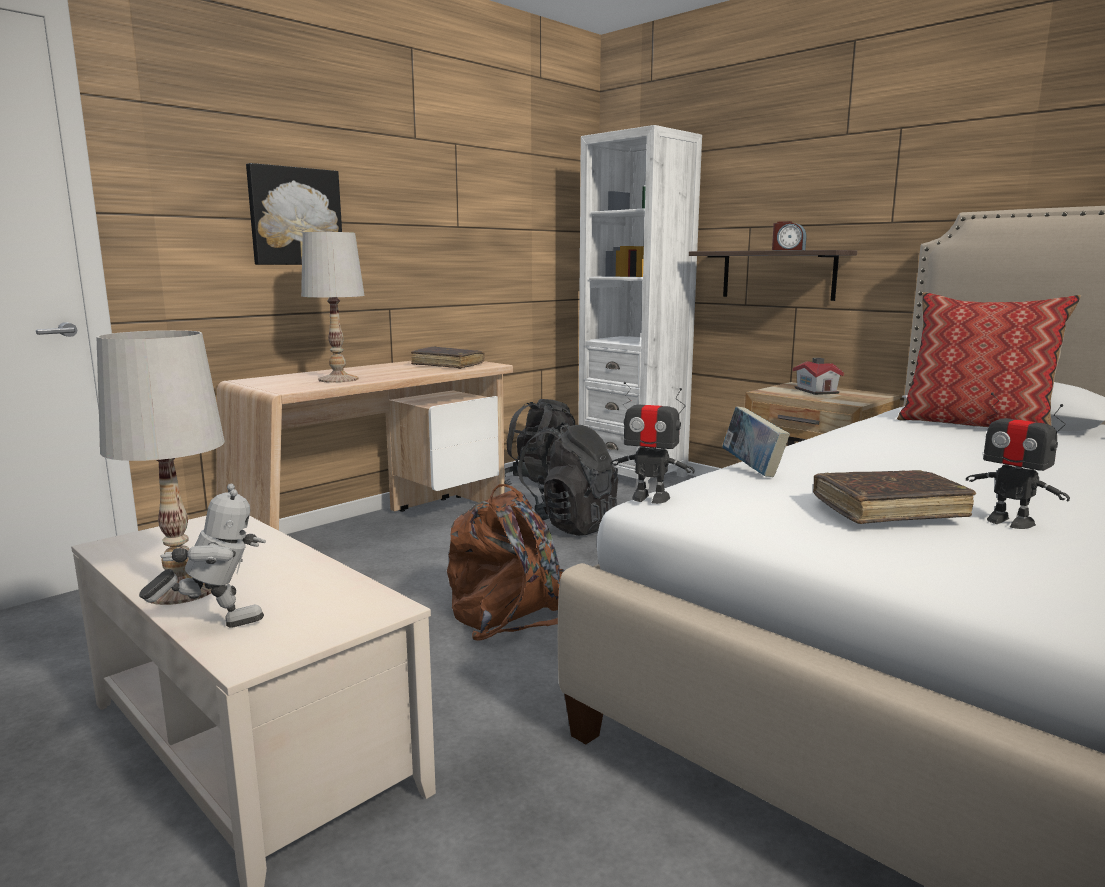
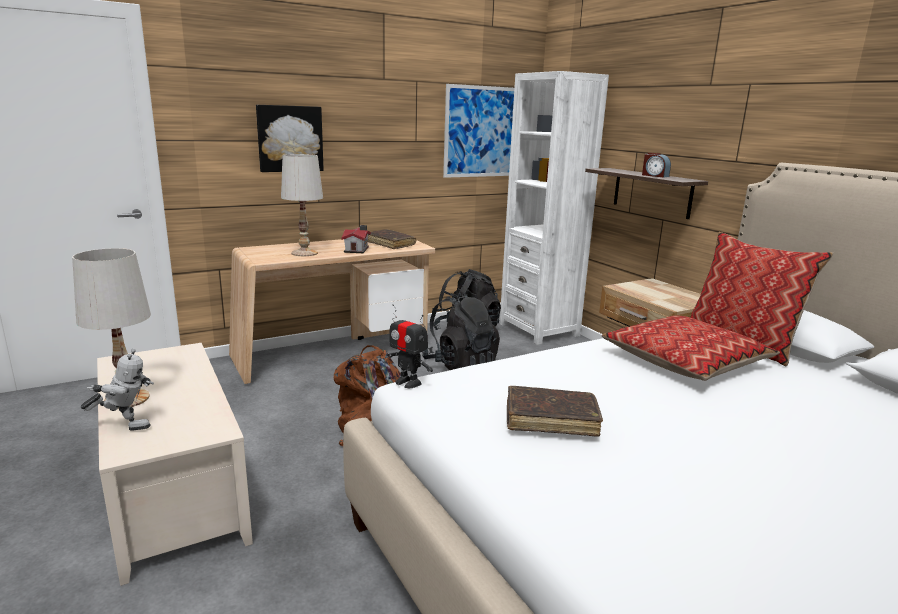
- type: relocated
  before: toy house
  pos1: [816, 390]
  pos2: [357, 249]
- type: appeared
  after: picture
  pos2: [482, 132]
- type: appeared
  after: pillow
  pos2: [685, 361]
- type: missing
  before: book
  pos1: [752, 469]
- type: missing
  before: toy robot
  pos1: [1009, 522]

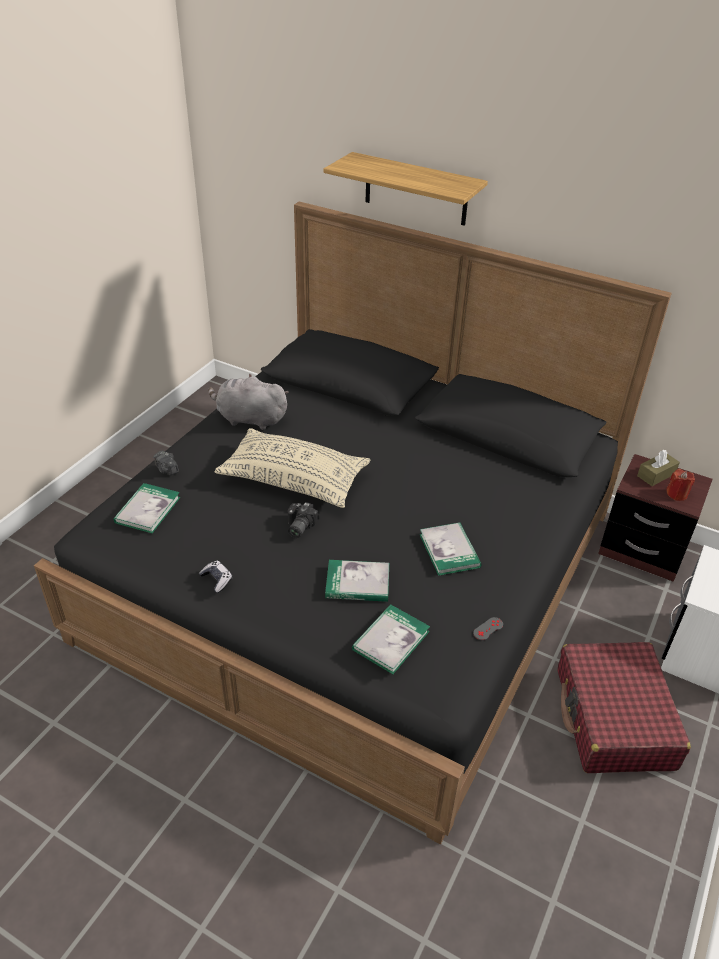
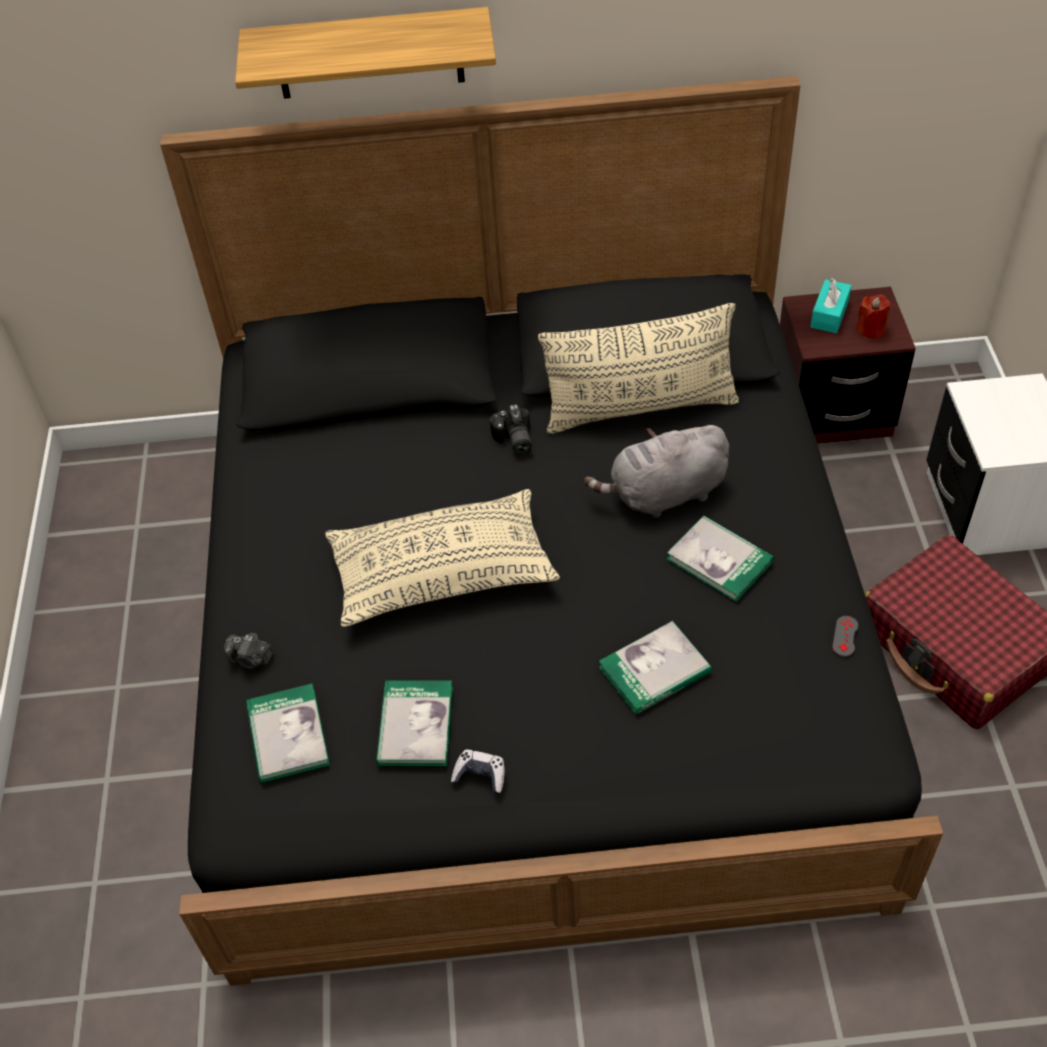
- type: relocated
  before: book
  pos1: [391, 640]
  pos2: [415, 725]
- type: relocated
  before: photo camera
  pos1: [298, 527]
  pos2: [513, 440]
- type: appeared
  after: pillow in beige
  pos2: [640, 408]
- type: relocated
  before: plush toy in grey
  pos1: [249, 419]
  pos2: [663, 494]
- type: colour
  before: tissue box in brown
  after: tissue box in turquoise
  pos1: [656, 475]
  pos2: [829, 314]

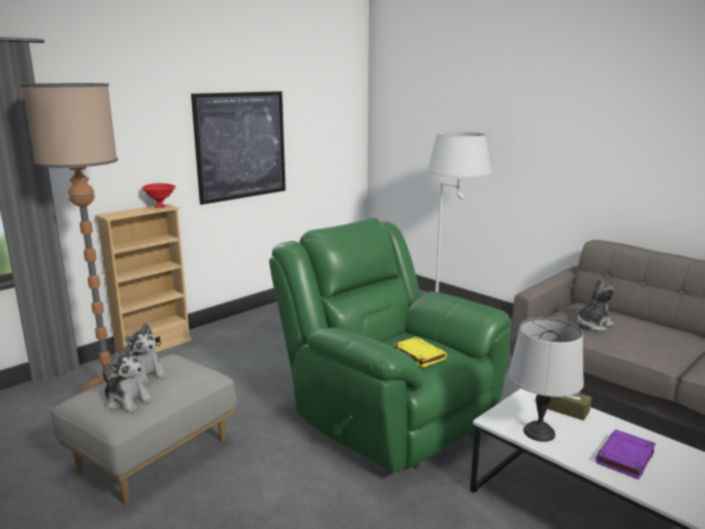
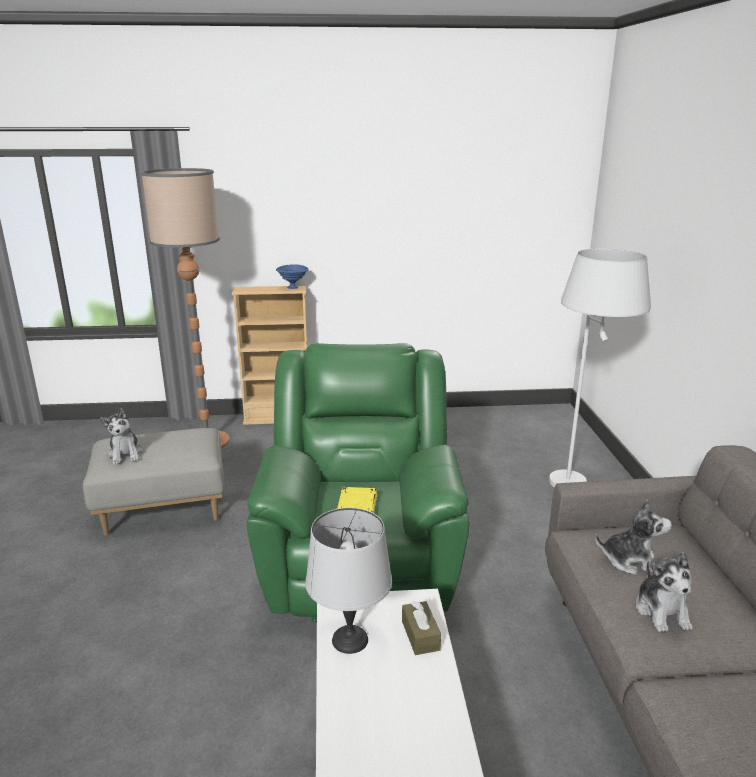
- type: colour
  before: bowl in red
  after: bowl in blue
  pos1: [161, 206]
  pos2: [293, 288]
- type: relocated
  before: plush toy
  pos1: [145, 374]
  pos2: [662, 612]
- type: missing
  before: picture
  pos1: [241, 146]
- type: missing
  before: book in purple
  pos1: [625, 458]

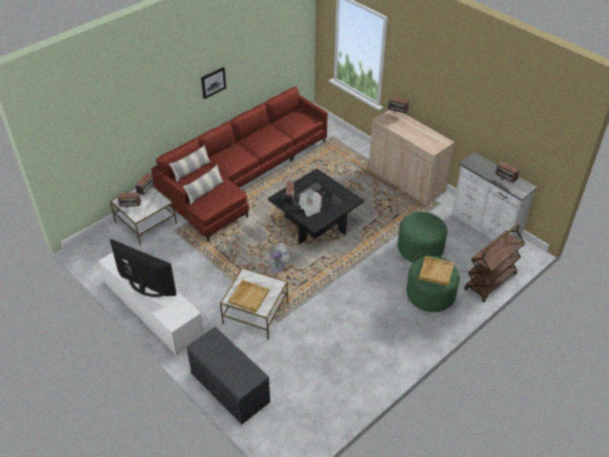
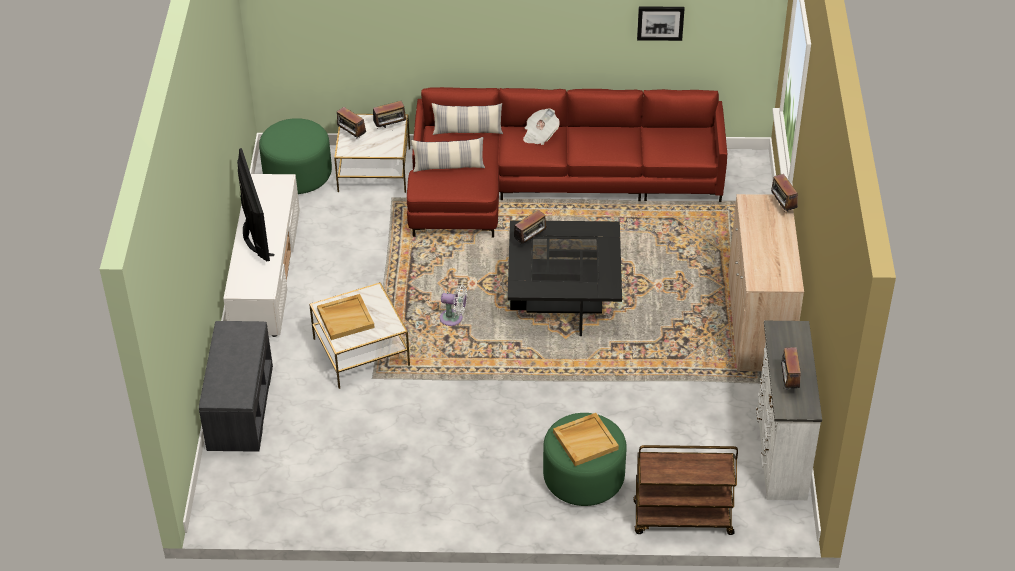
- type: relocated
  before: ottoman in green
  pos1: [420, 249]
  pos2: [297, 174]
- type: relocated
  before: newspaper
  pos1: [310, 208]
  pos2: [540, 135]
- type: relocated
  before: picture
  pos1: [213, 82]
  pos2: [660, 22]

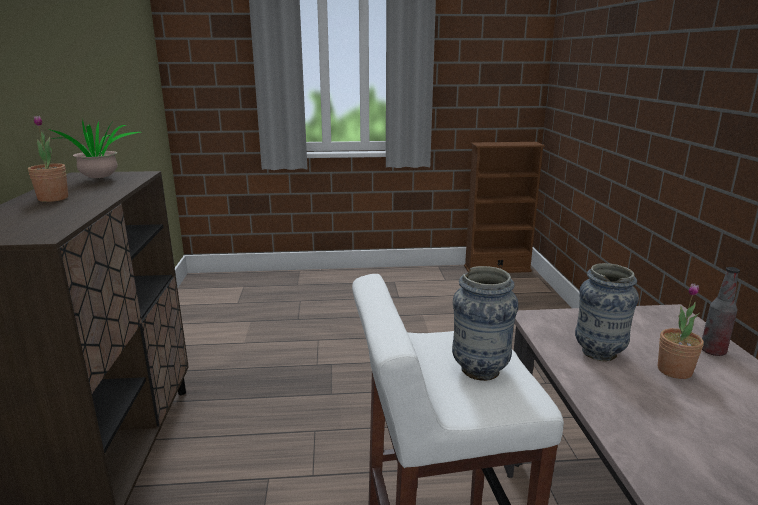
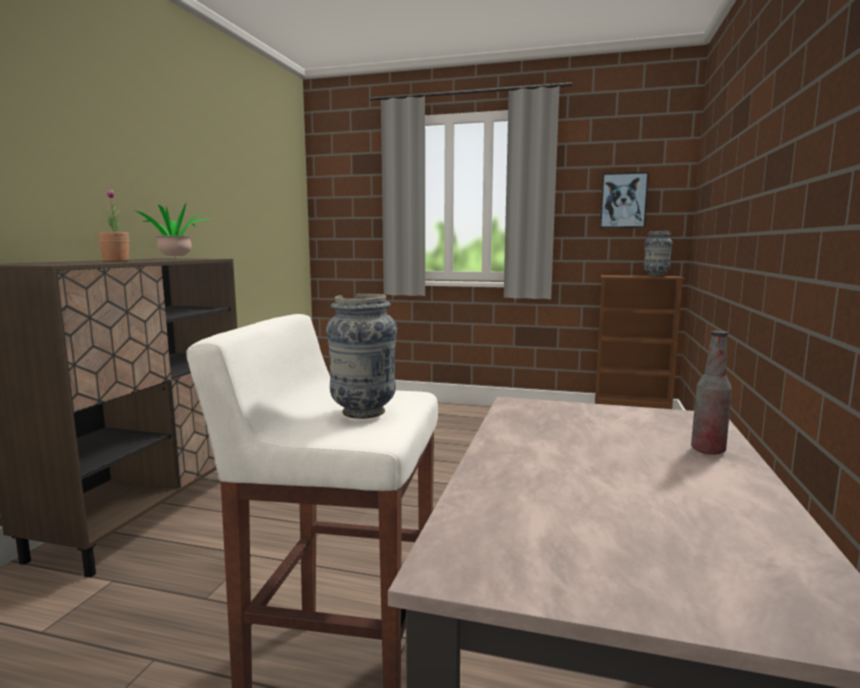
- type: appeared
  after: picture
  pos2: [623, 200]
- type: relocated
  before: vase
  pos1: [599, 353]
  pos2: [656, 276]
- type: missing
  before: potted plant
  pos1: [674, 370]

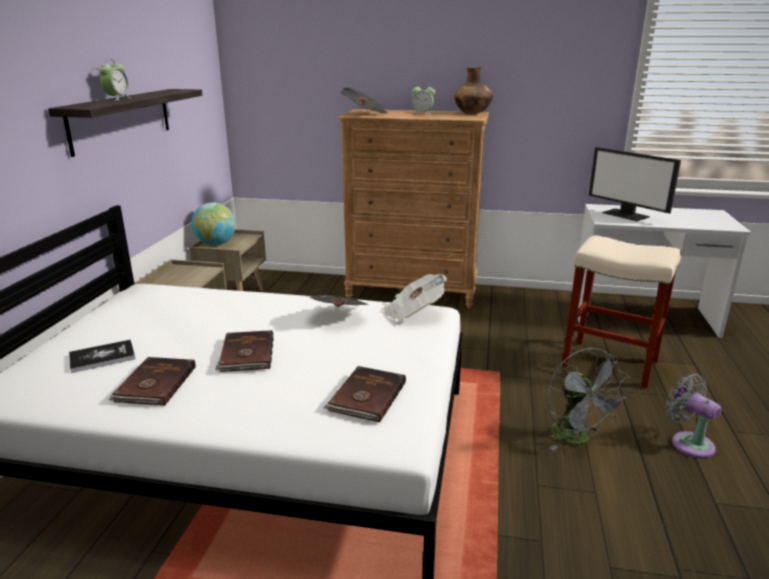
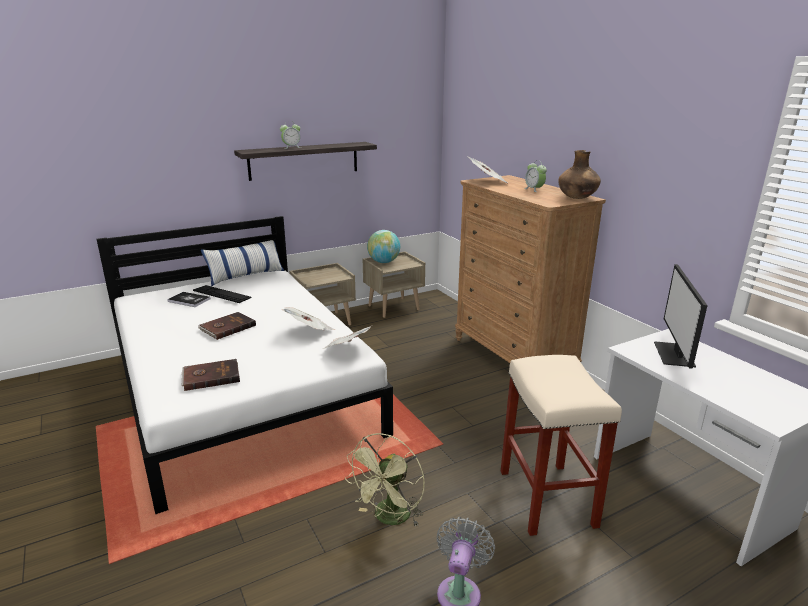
- type: appeared
  after: keyboard
  pos2: [222, 294]
- type: appeared
  after: pillow
  pos2: [245, 276]
- type: colour
  before: fan in grey
  after: fan in green
  pos1: [577, 439]
  pos2: [389, 519]
- type: missing
  before: book in brown
  pos1: [154, 384]

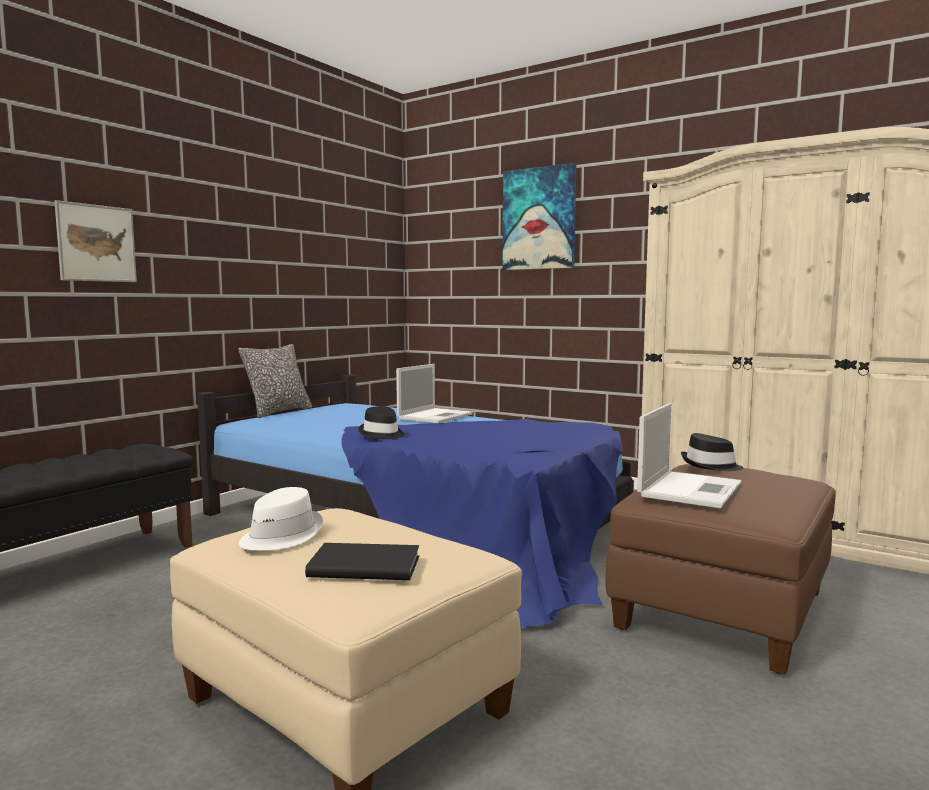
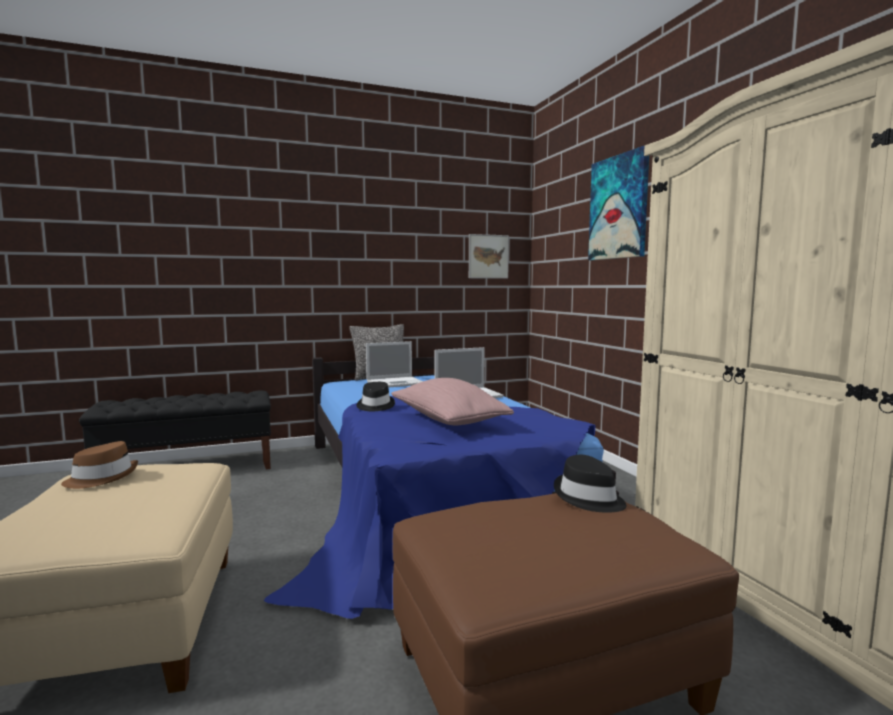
- type: colour
  before: hat in white
  after: hat in brown
  pos1: [280, 535]
  pos2: [102, 478]
- type: relocated
  before: laptop
  pos1: [690, 489]
  pos2: [396, 383]
- type: appeared
  after: pillow in pink
  pos2: [447, 421]
- type: relocated
  before: picture
  pos1: [96, 243]
  pos2: [488, 256]
- type: missing
  before: book in black
  pos1: [364, 565]

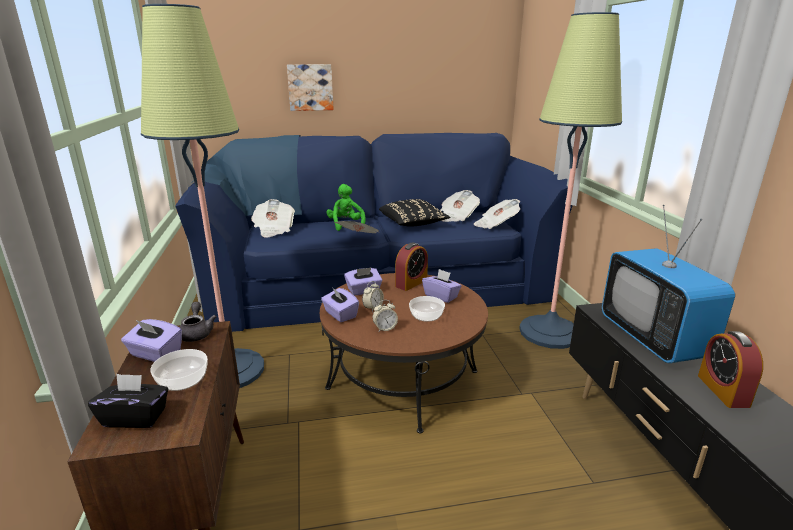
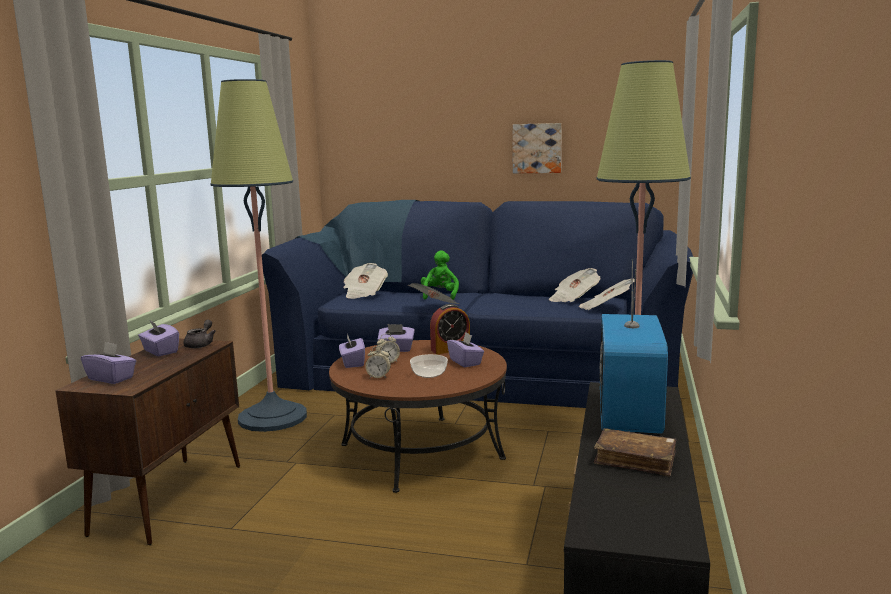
- type: colour
  before: tissue box in black
  after: tissue box in purple
  pos1: [135, 417]
  pos2: [111, 378]
- type: relocated
  before: picture
  pos1: [310, 87]
  pos2: [537, 148]
- type: exchanged
  before: alarm clock
  after: book in brown
  pos1: [723, 390]
  pos2: [635, 460]
- type: missing
  before: bowl
  pos1: [183, 380]
- type: missing
  before: pillow in black
  pos1: [413, 224]

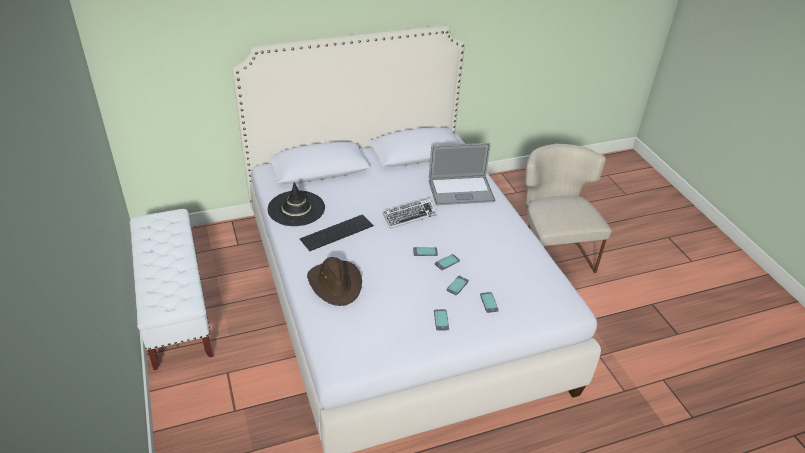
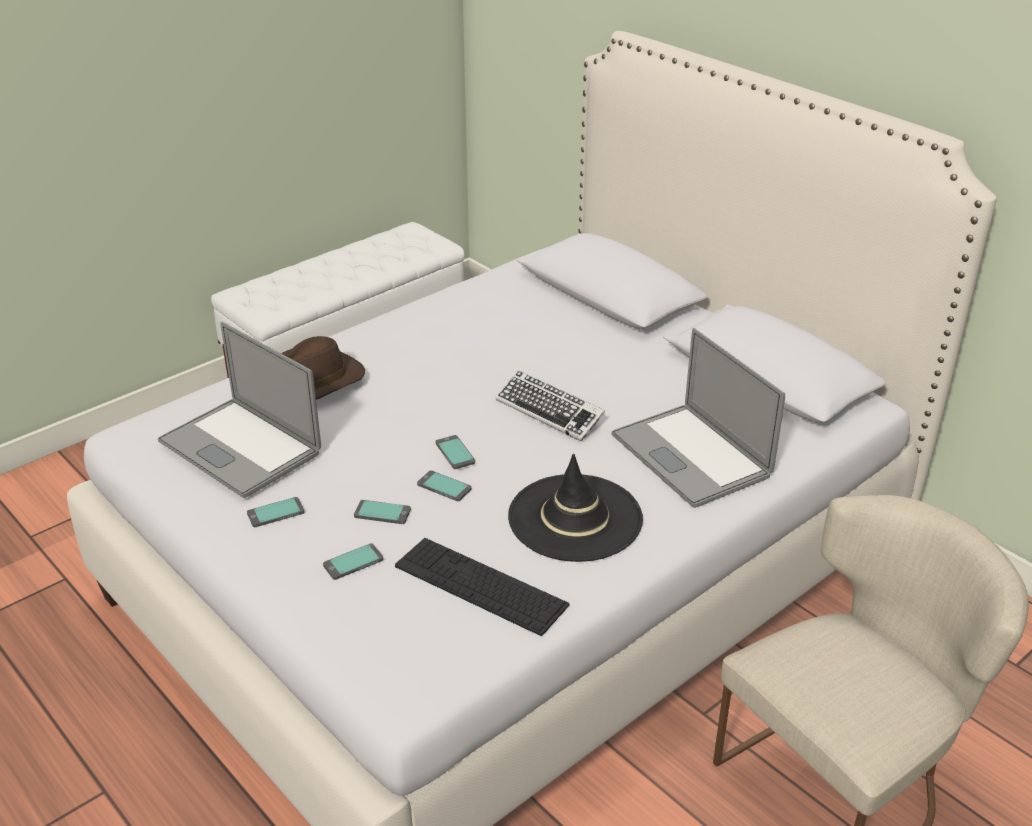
- type: appeared
  after: laptop
  pos2: [240, 447]
- type: relocated
  before: keyboard
  pos1: [337, 232]
  pos2: [480, 585]
- type: relocated
  before: hat in black
  pos1: [296, 208]
  pos2: [575, 518]

